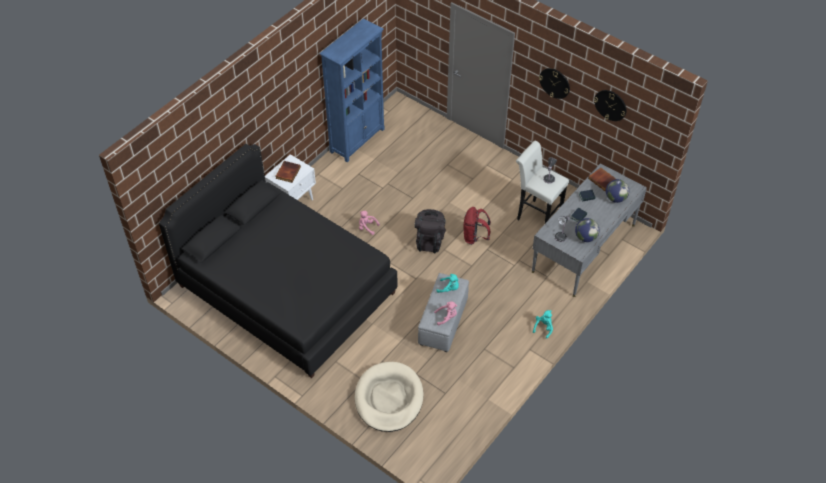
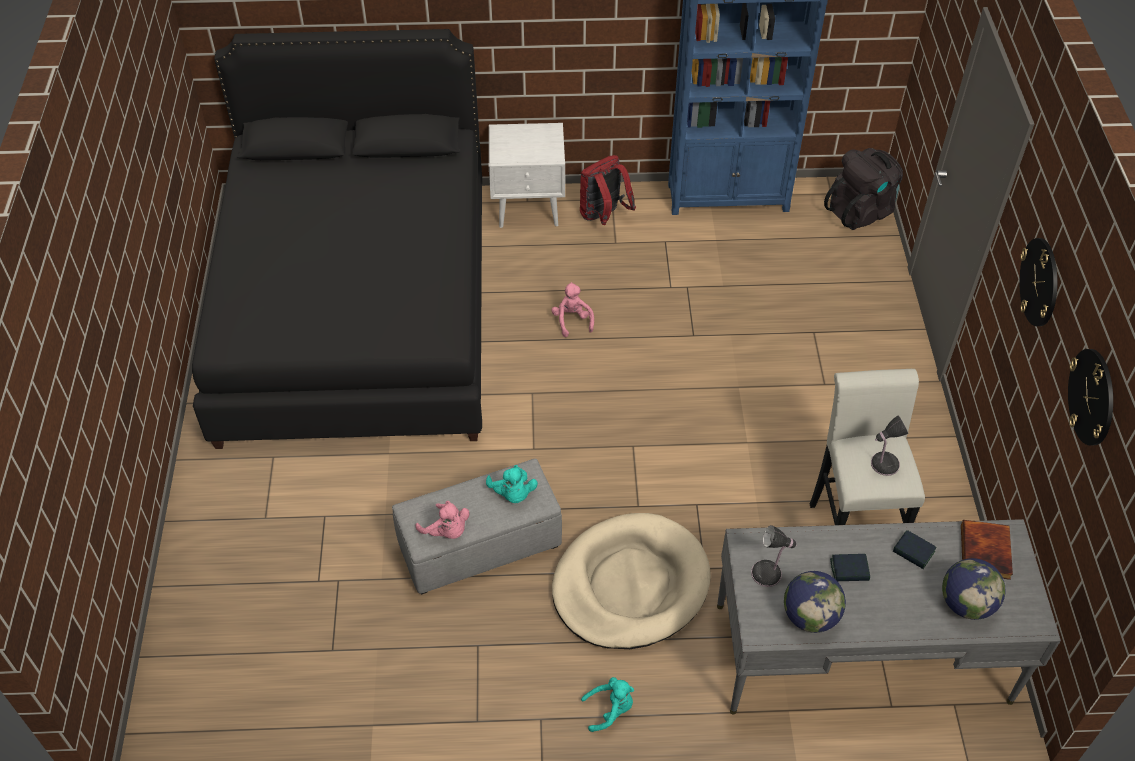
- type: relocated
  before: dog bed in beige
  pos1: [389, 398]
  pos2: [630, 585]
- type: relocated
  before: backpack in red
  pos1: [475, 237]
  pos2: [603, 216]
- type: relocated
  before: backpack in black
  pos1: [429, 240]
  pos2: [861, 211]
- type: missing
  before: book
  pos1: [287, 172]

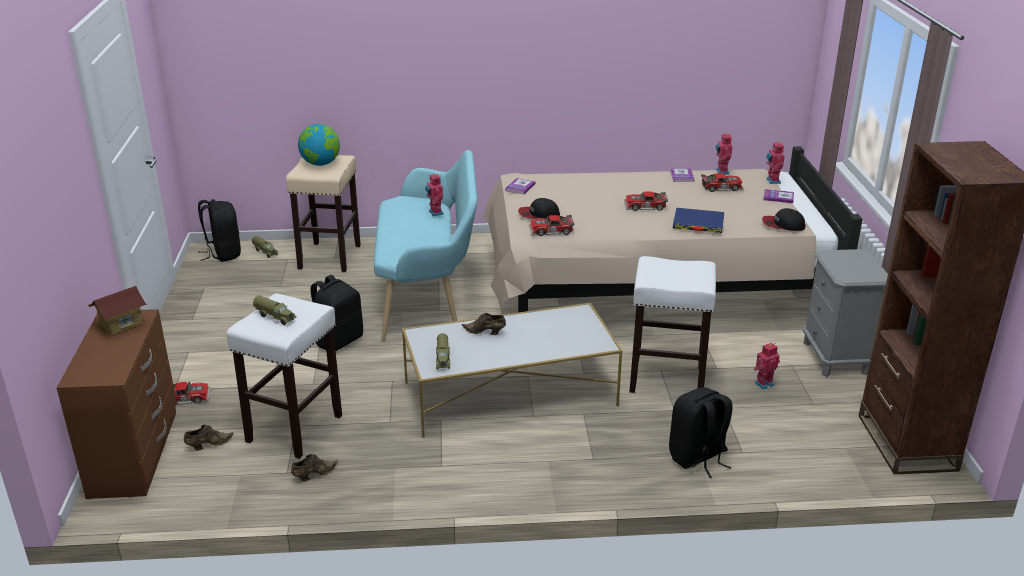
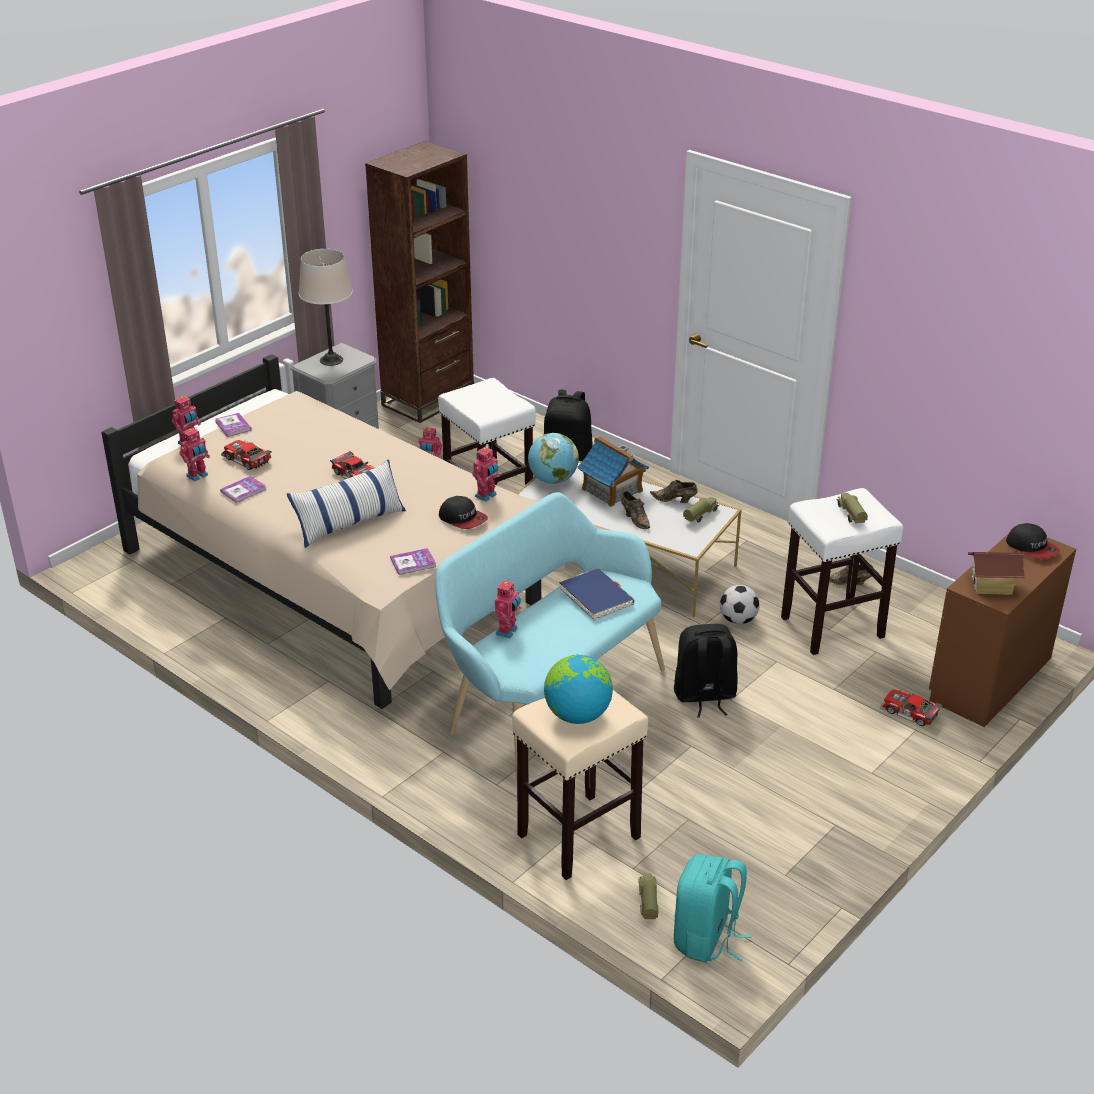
- type: appeared
  after: pillow
  pos2: [349, 523]
- type: appeared
  after: table lamp in beige
  pos2: [331, 360]
- type: exchanged
  before: toy car
  after: toy robot
  pos1: [551, 231]
  pos2: [487, 496]
- type: appeared
  after: globe
  pos2: [553, 480]
- type: relocated
  before: book in blue
  pos1: [698, 223]
  pos2: [596, 597]
- type: appeared
  after: toy house
  pos2: [612, 490]
- type: relocated
  before: shoe in brown
  pos1: [208, 445]
  pos2: [675, 500]
- type: colour
  before: backpack in black
  after: backpack in turquoise
  pos1: [223, 254]
  pos2: [707, 939]
- type: appeared
  after: football
  pos2: [738, 620]
- type: relocated
  before: cap
  pos1: [783, 225]
  pos2: [1032, 547]

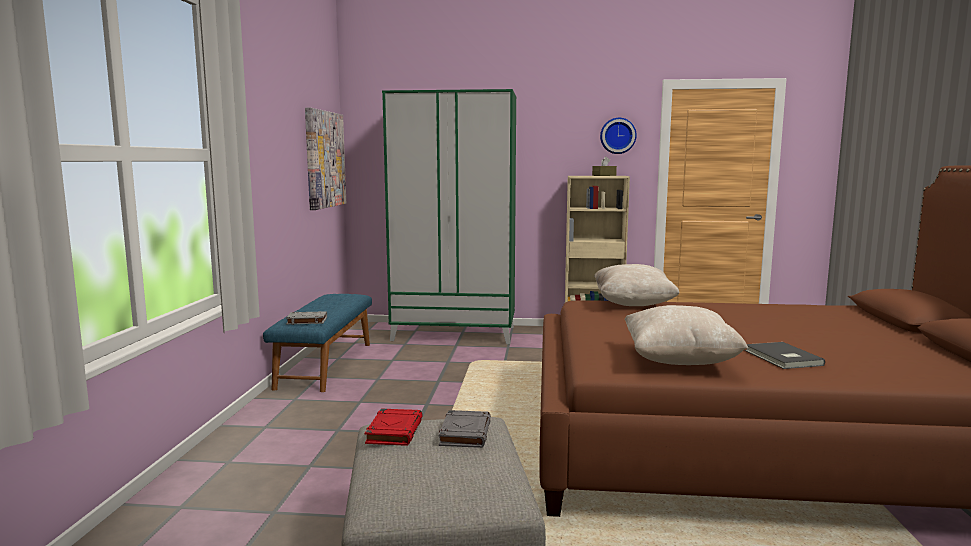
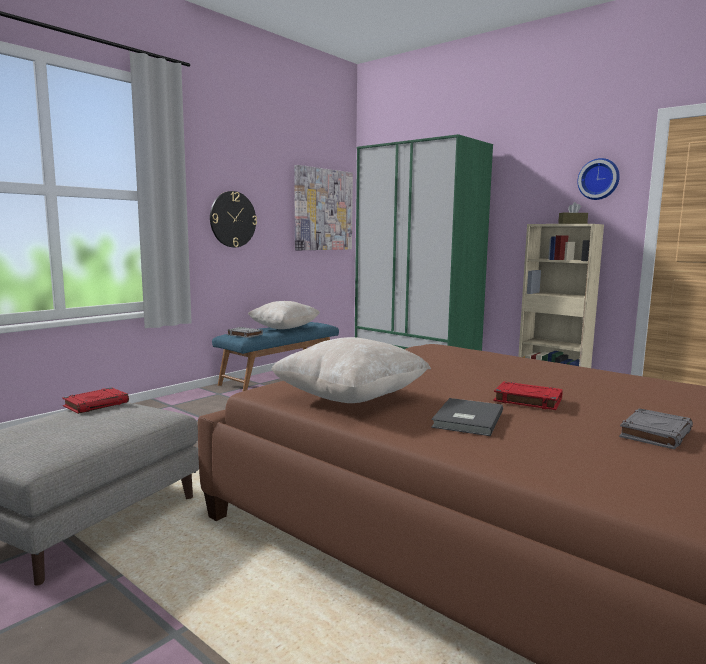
- type: appeared
  after: wall clock
  pos2: [233, 219]
- type: relocated
  before: pillow in beige
  pos1: [633, 304]
  pos2: [284, 328]
- type: appeared
  after: book in red
  pos2: [526, 400]
- type: relocated
  before: book in grey
  pos1: [465, 433]
  pos2: [655, 433]

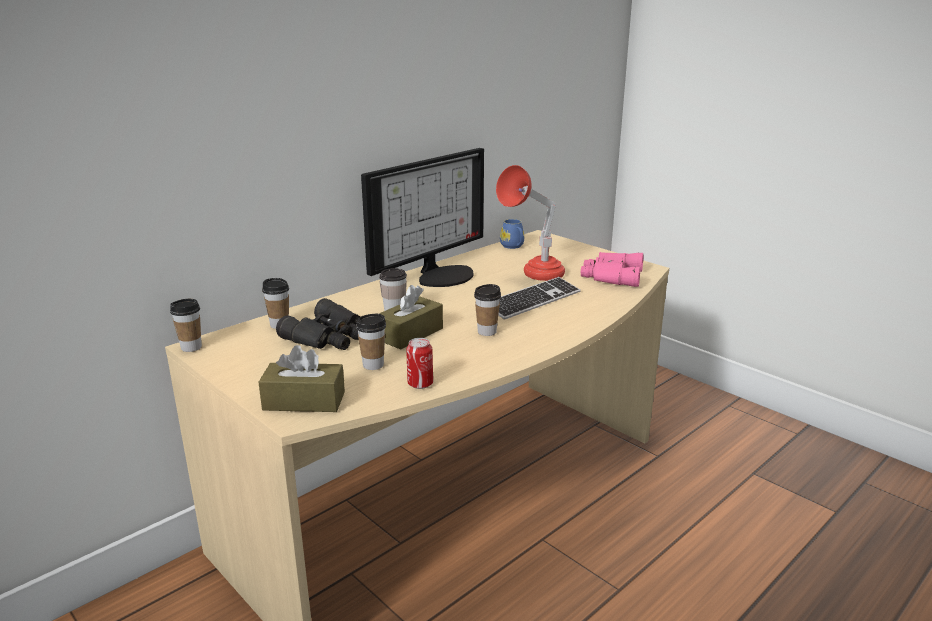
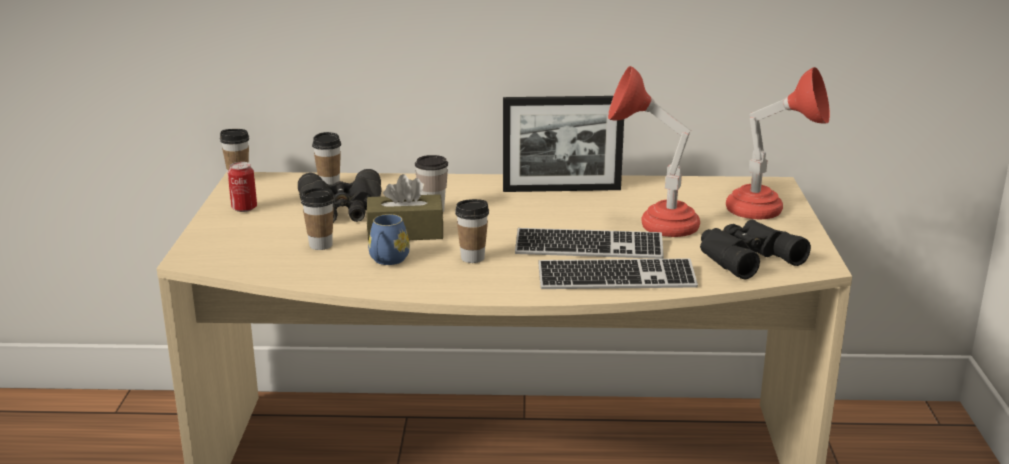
- type: relocated
  before: can
  pos1: [420, 384]
  pos2: [244, 208]
- type: relocated
  before: mug in blue
  pos1: [513, 246]
  pos2: [387, 261]
- type: exchanged
  before: monitor
  after: picture frame
  pos1: [442, 274]
  pos2: [561, 189]
- type: appeared
  after: keyboard
  pos2: [616, 278]
- type: colour
  before: binoculars in pink
  after: binoculars in black
  pos1: [610, 276]
  pos2: [744, 257]
- type: appeared
  after: table lamp in red
  pos2: [769, 214]
- type: missing
  before: tissue box in brown
  pos1: [304, 401]

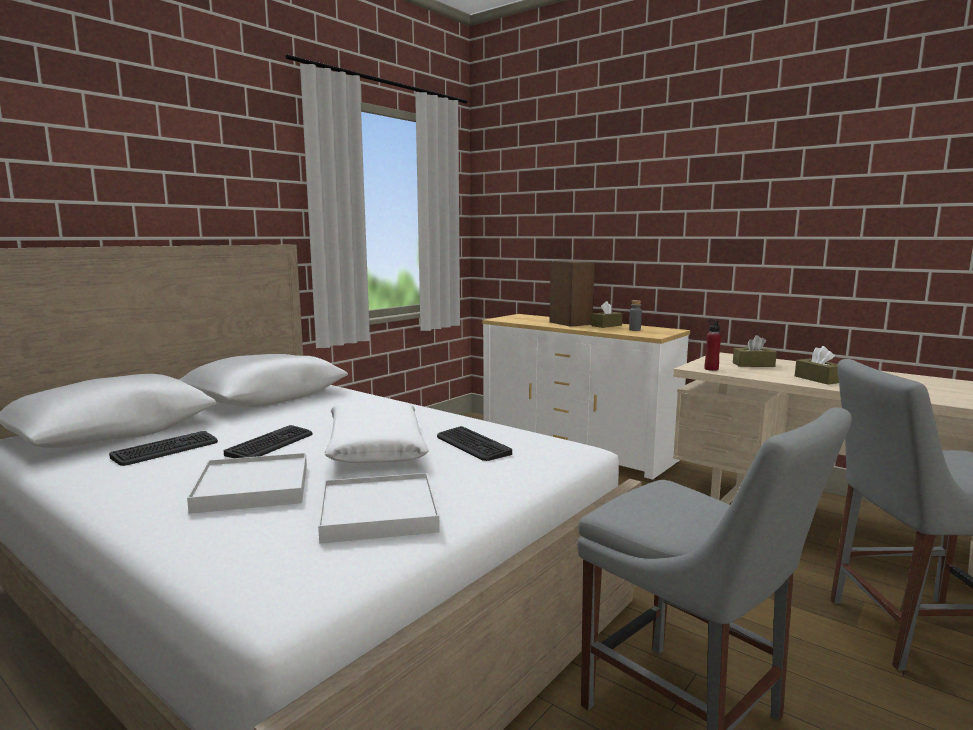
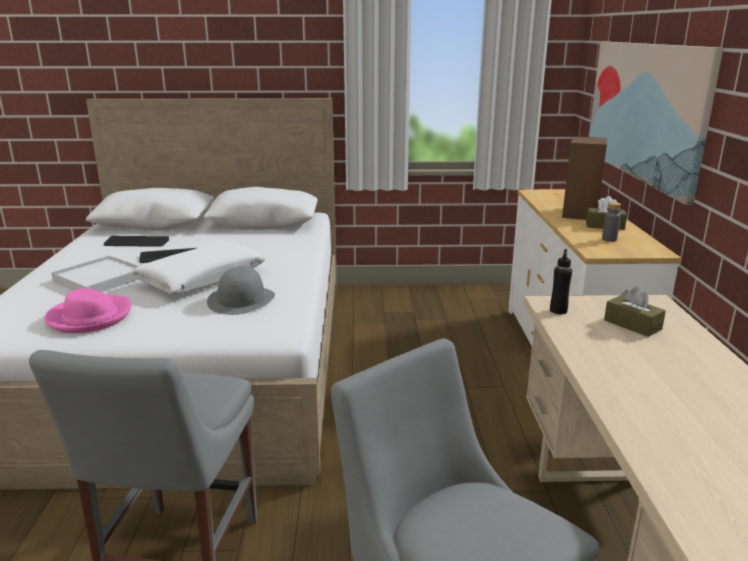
- type: exchanged
  before: tray in white
  after: hat in pink
  pos1: [378, 513]
  pos2: [89, 317]
- type: exchanged
  before: keyboard
  after: hat in grey
  pos1: [472, 445]
  pos2: [241, 300]
- type: colour
  before: bottle in red
  after: bottle in black
  pos1: [711, 369]
  pos2: [558, 310]
- type: appeared
  after: picture
  pos2: [643, 111]
- type: missing
  before: tissue box in brown
  pos1: [818, 379]

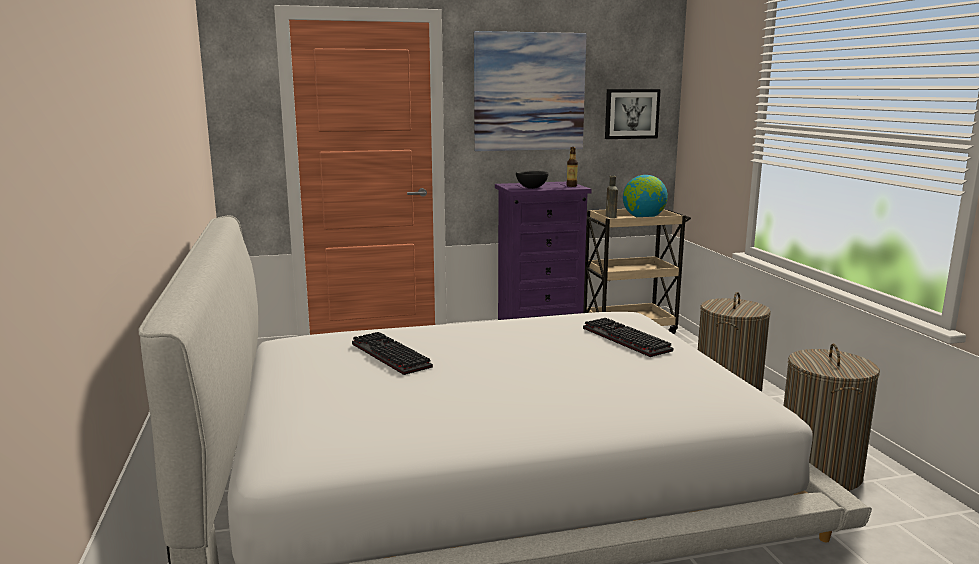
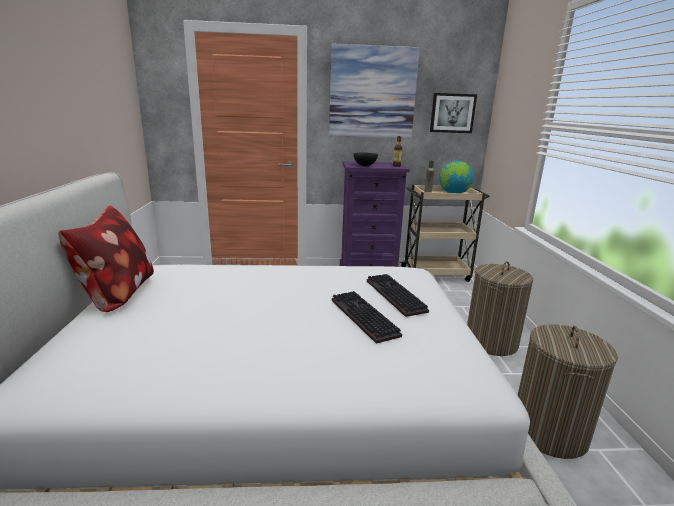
- type: appeared
  after: pillow
  pos2: [116, 295]
- type: relocated
  before: keyboard
  pos1: [387, 355]
  pos2: [361, 317]

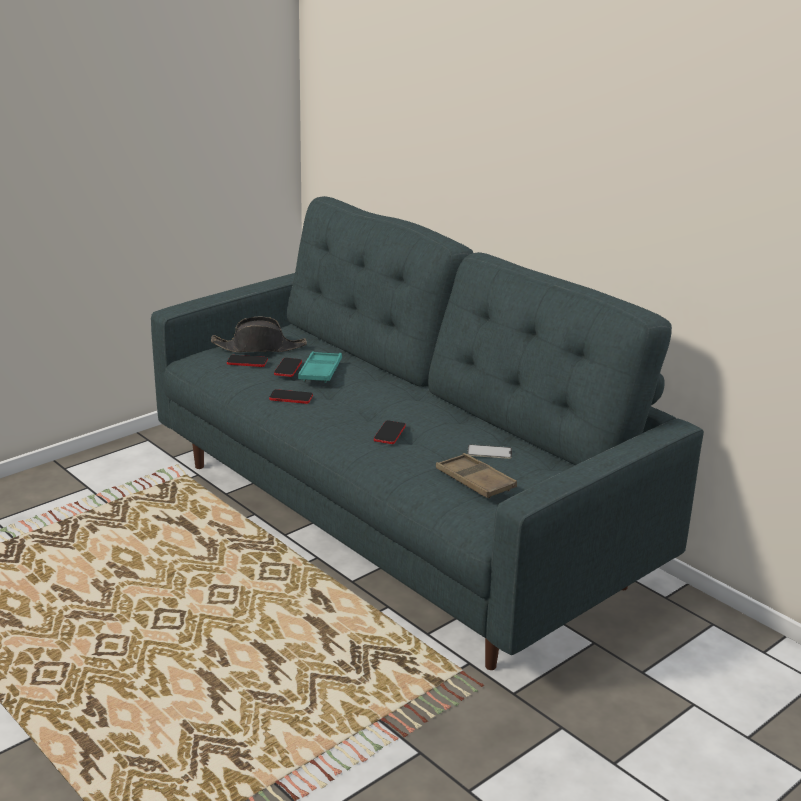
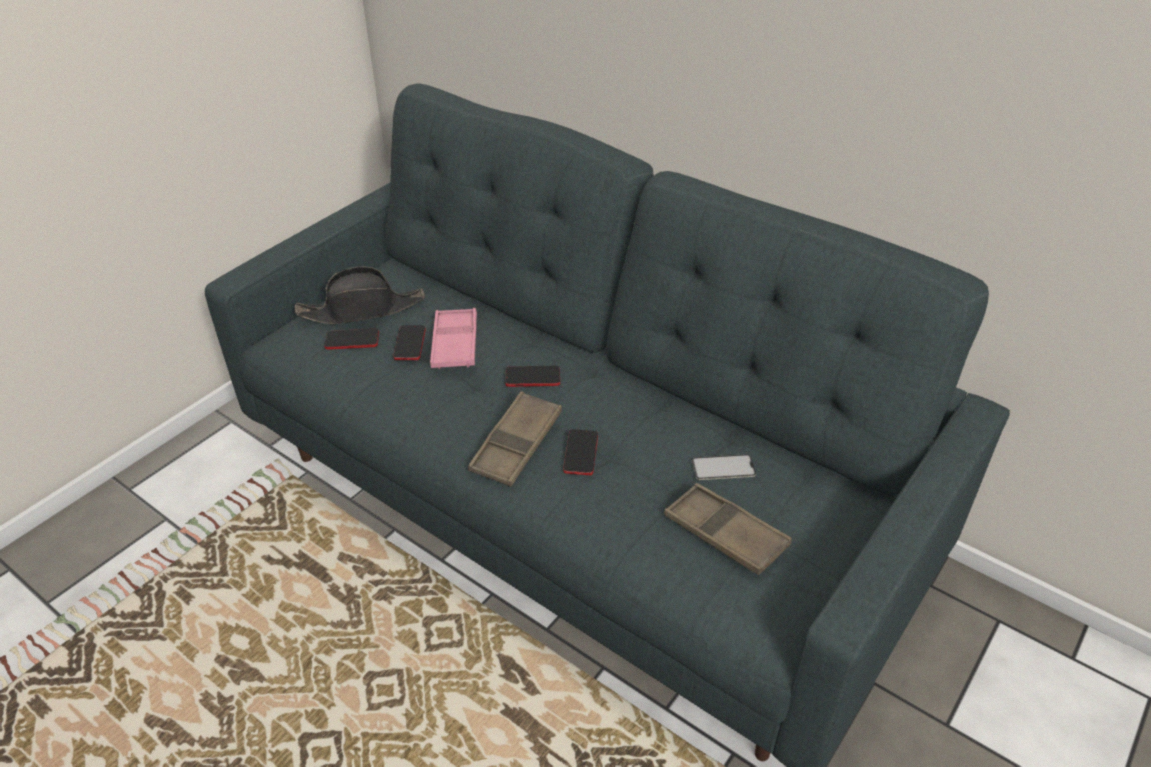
- type: colour
  before: tray in turquoise
  after: tray in pink
  pos1: [320, 371]
  pos2: [455, 344]
- type: appeared
  after: tray in brown
  pos2: [516, 444]
- type: relocated
  before: phone
  pos1: [291, 397]
  pos2: [532, 377]

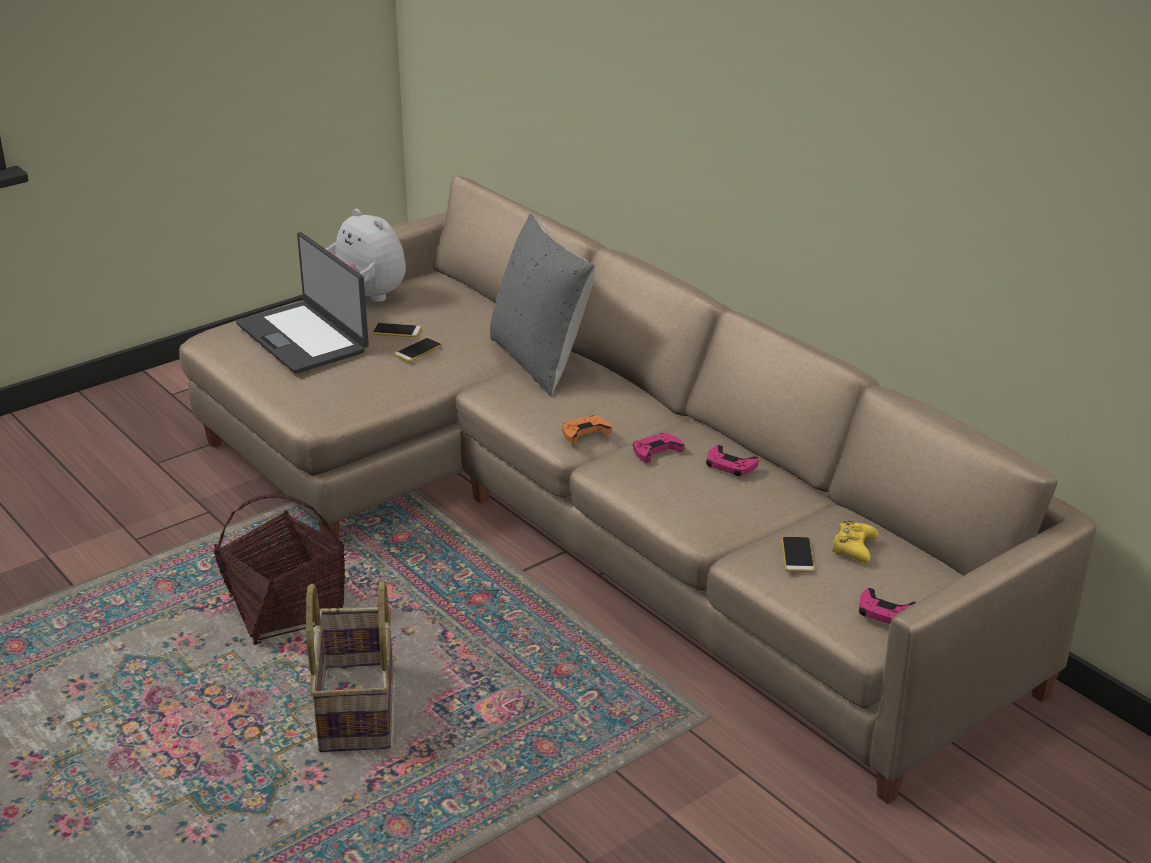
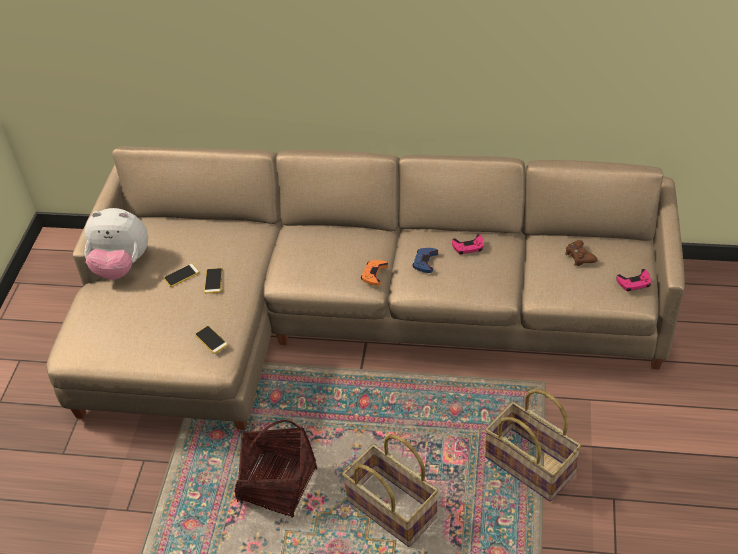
- type: relocated
  before: phone
  pos1: [797, 555]
  pos2: [211, 340]
- type: colour
  before: game controller in pink
  after: game controller in blue
  pos1: [656, 451]
  pos2: [425, 262]
- type: appeared
  after: basket
  pos2: [531, 464]
- type: colour
  before: game controller in yellow
  after: game controller in brown
  pos1: [854, 548]
  pos2: [579, 257]
- type: missing
  before: laptop
  pos1: [303, 337]
- type: missing
  before: pillow in grey
  pos1: [540, 361]

